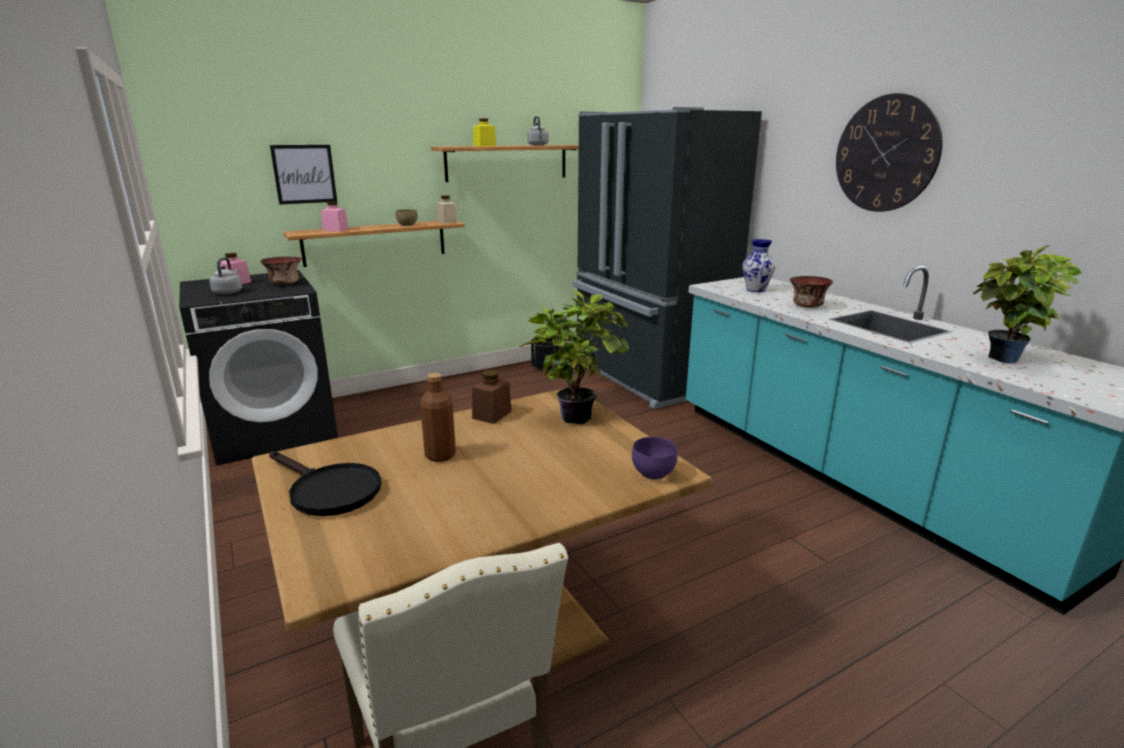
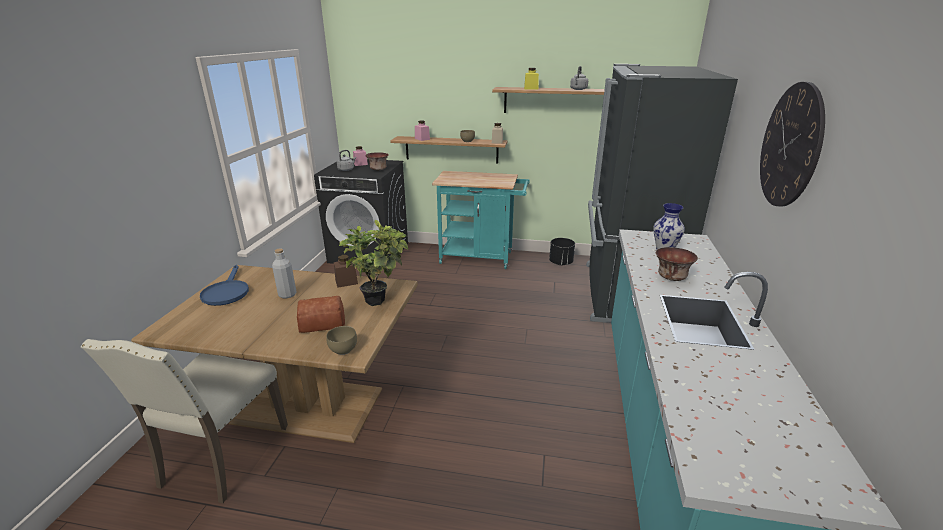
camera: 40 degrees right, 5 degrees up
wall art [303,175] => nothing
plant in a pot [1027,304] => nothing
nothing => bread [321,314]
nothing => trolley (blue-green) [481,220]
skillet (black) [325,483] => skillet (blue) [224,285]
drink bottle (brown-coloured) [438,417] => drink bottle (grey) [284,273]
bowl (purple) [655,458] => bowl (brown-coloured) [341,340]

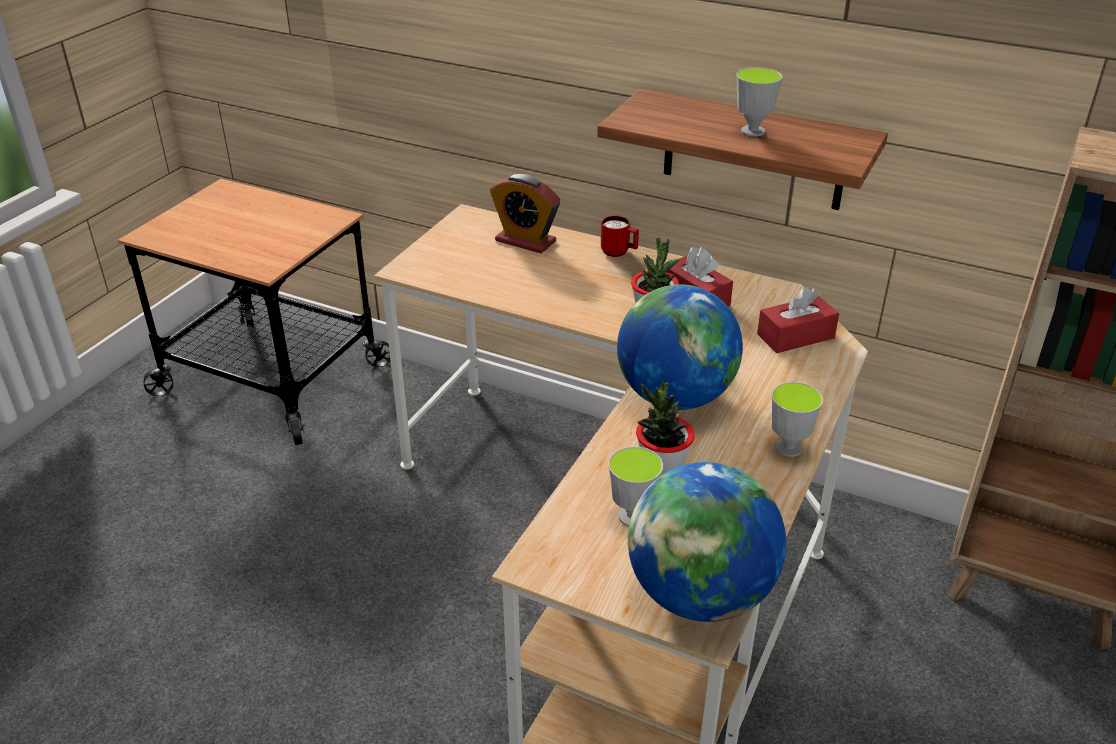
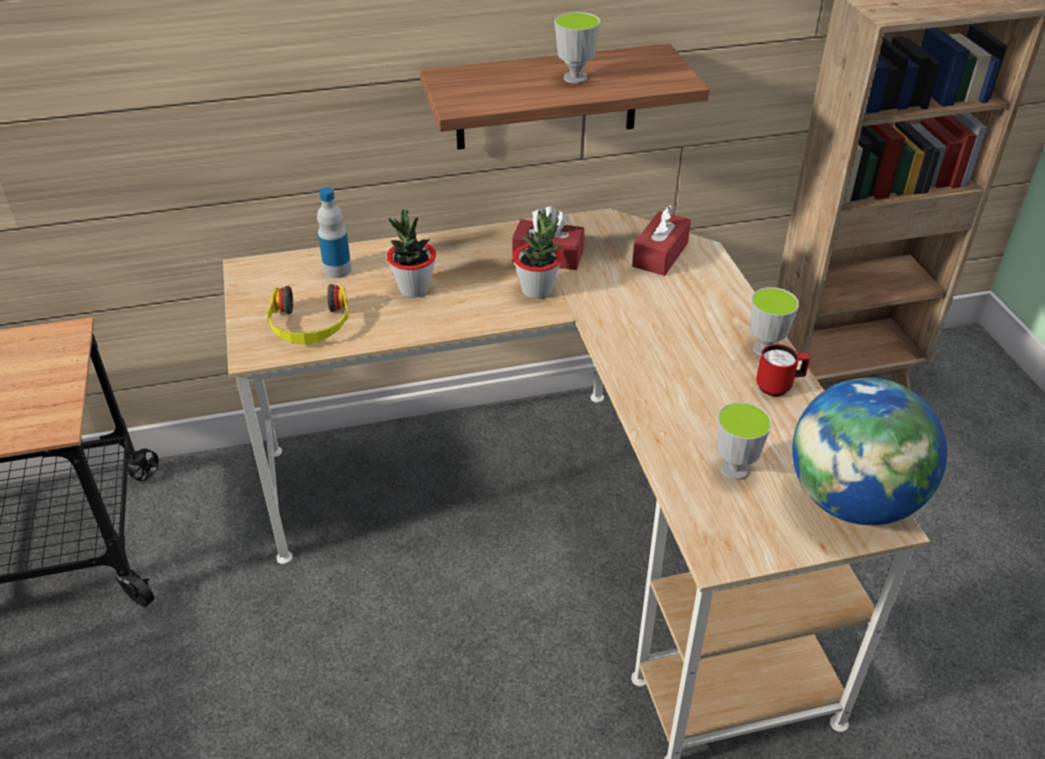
camera: 40 degrees left, 5 degrees up
desk globe [680,347] => nothing
nothing => headset [308,314]
coffee mug (red) [620,236] => coffee mug (red) [783,370], shifted
plant in a pot [665,428] => plant in a pot [411,253], shifted
table clock [525,214] => drink bottle [334,232]

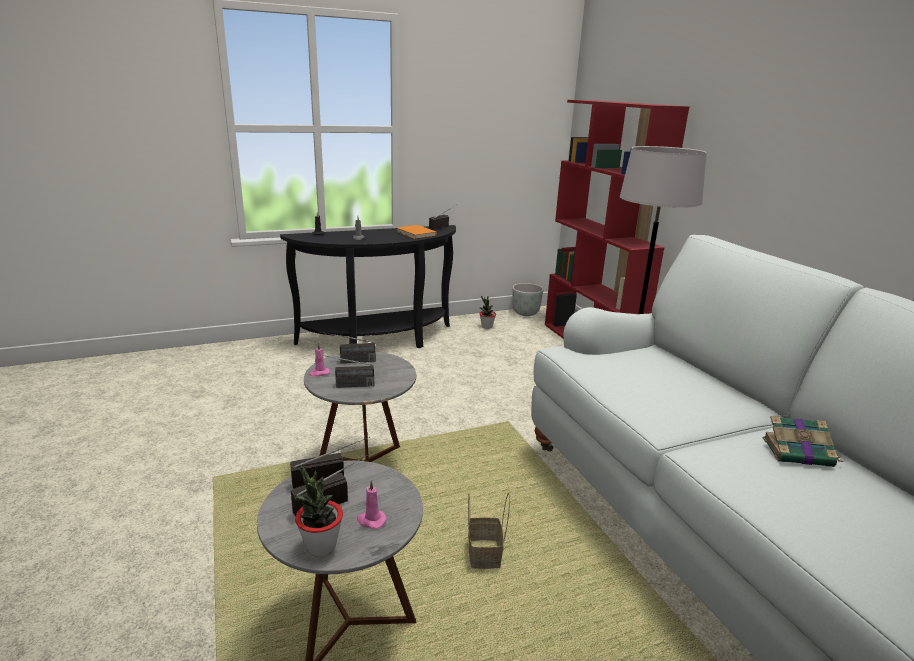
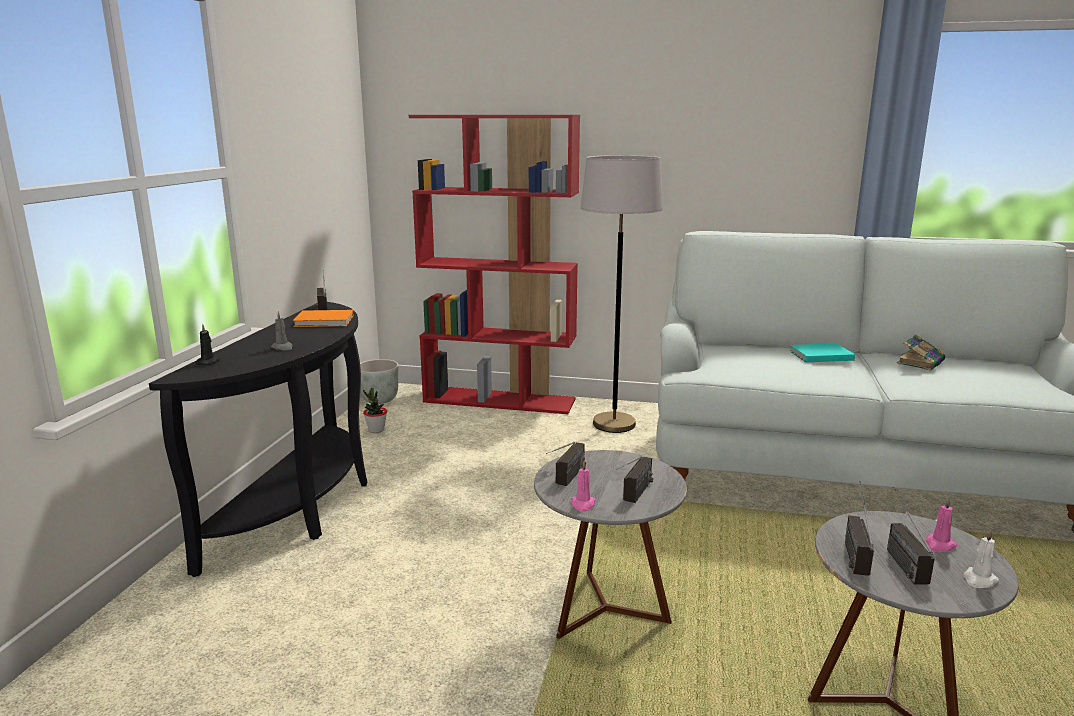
camera: 55 degrees left, 5 degrees down
household basket [489,531] => nothing
nothing => bound book (blue-green) [822,352]
plant in a pot [319,511] => wax light (white) [981,558]

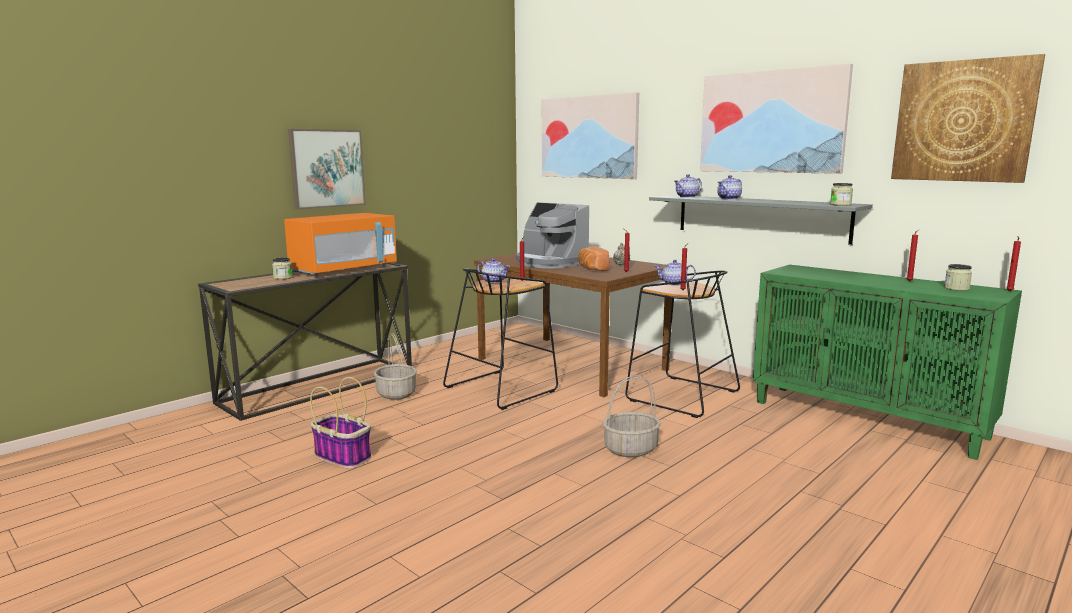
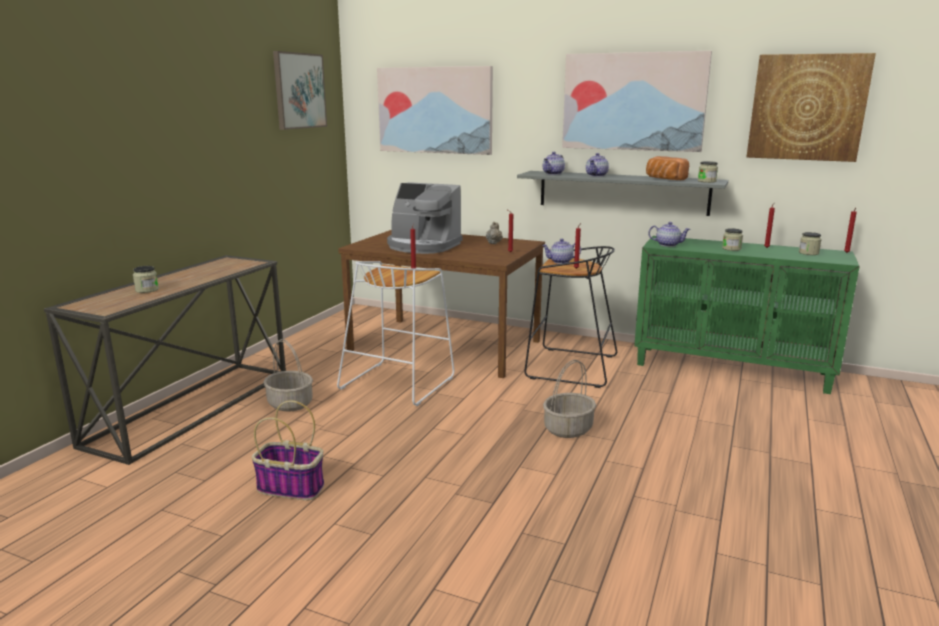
camera: 20 degrees left, 5 degrees up
microwave (orange) [340,245] => nothing
nothing => jar [732,239]
wall art [327,169] => wall art [300,90], shifted
teapot [493,270] => teapot [669,234], shifted
bread [594,258] => bread [667,168], shifted
sitting stool (black) [500,339] => sitting stool (white) [395,333]

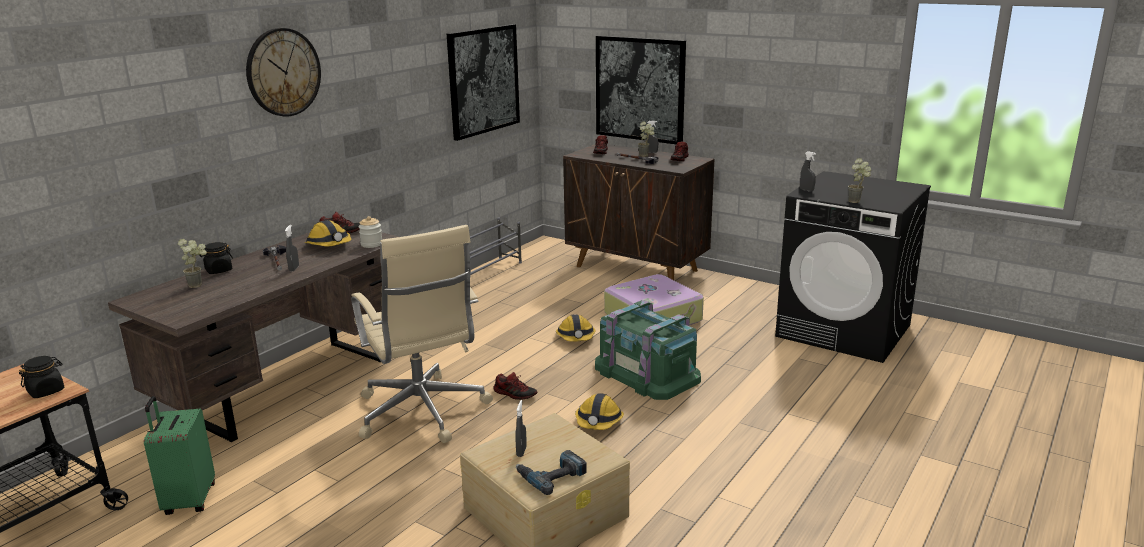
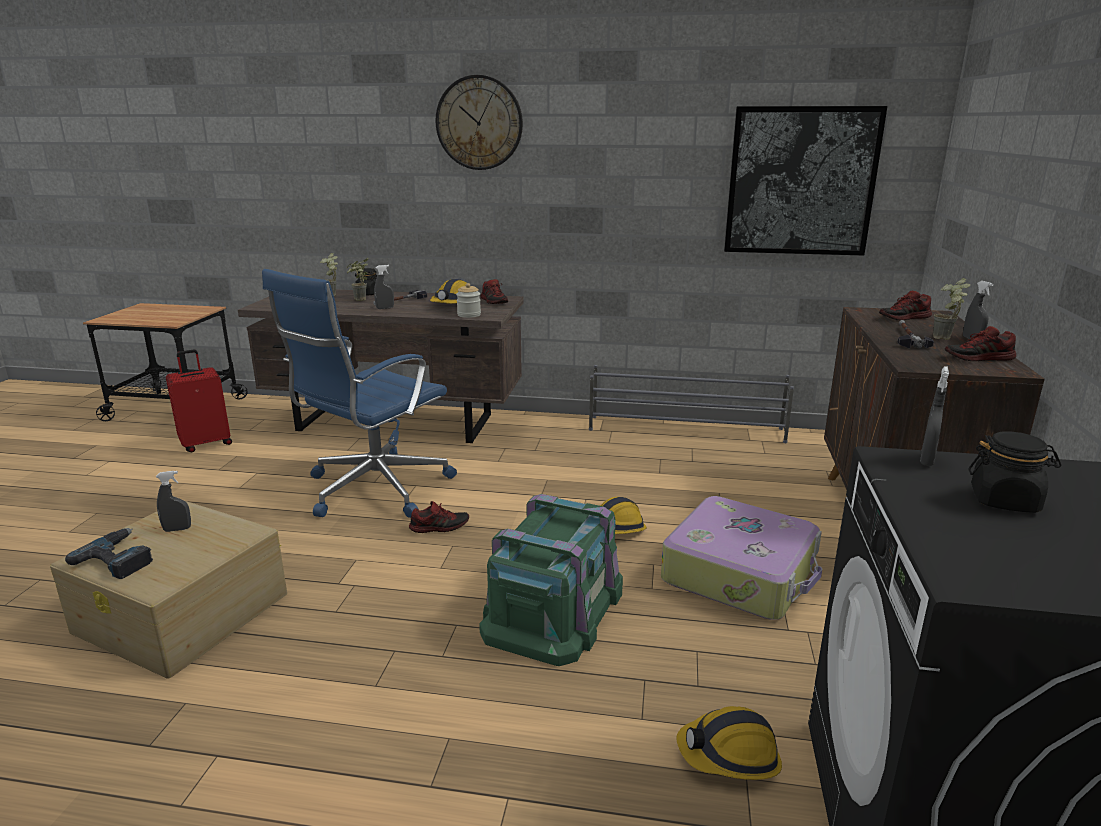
camera: 65 degrees right, 0 degrees up
wall art [641,90] => nothing
jar (black) [41,377] => jar (black) [1014,472], shifted
hard hat [599,411] => hard hat [729,743], shifted
plant in a pot [859,180] => plant in a pot [357,279], shifted
piece of luggage (greenish) [179,455] => piece of luggage (red) [199,401]
computer chair (beige) [422,334] => computer chair (blue) [359,393]
low shoe [515,386] => low shoe [439,517], 105 degrees counterclockwise

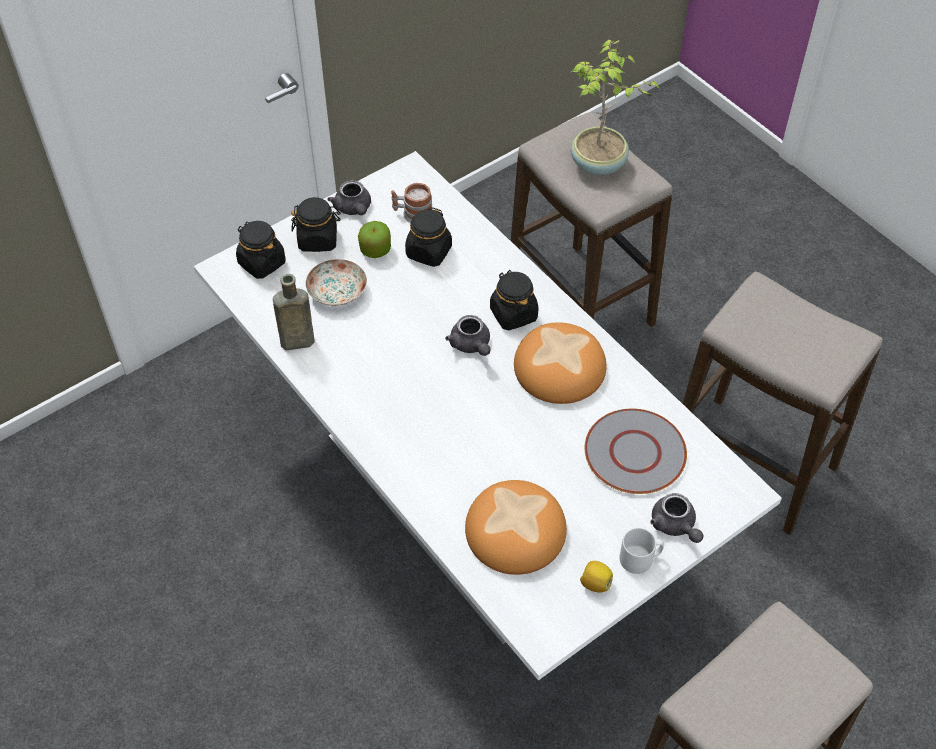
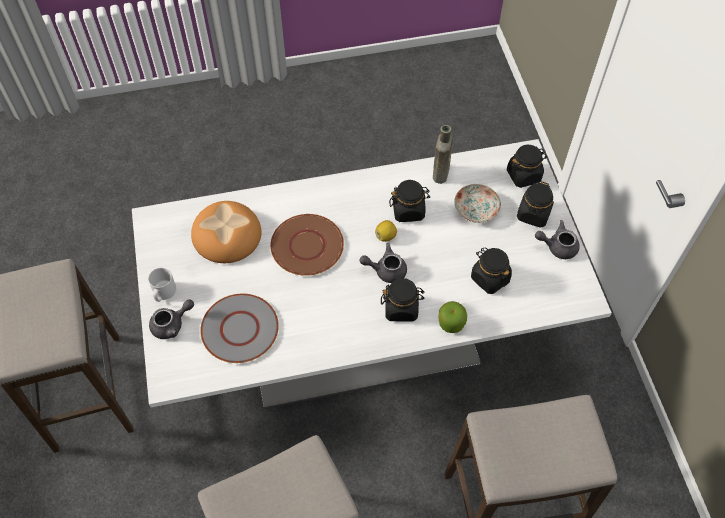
camera: 115 degrees right, 5 degrees up
coffee mug [411,203] => nothing
bread [560,363] => nothing
plant in a pot [616,108] => nothing
nothing => plate (brown-coloured) [307,245]
nothing => jar (black) [409,201]
apple [374,239] => apple [452,317], shifted
lemon [596,577] => lemon [386,231], shifted
teapot (grey) [677,518] => teapot (grey) [171,319], 150 degrees clockwise

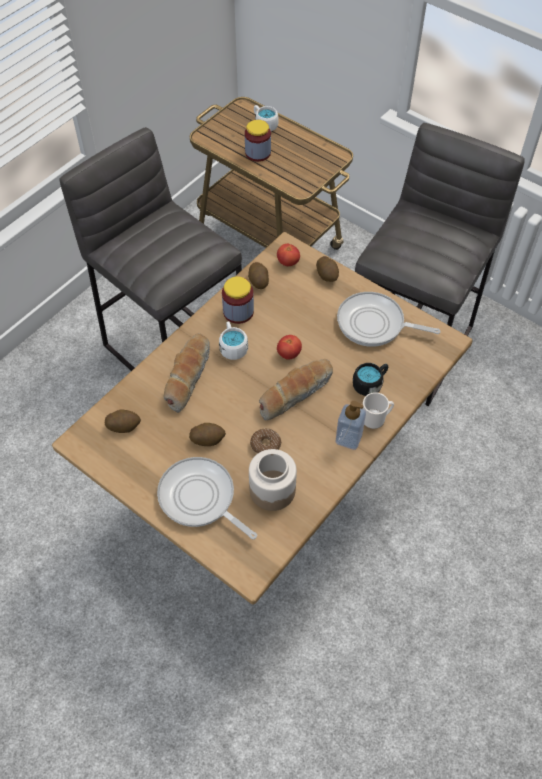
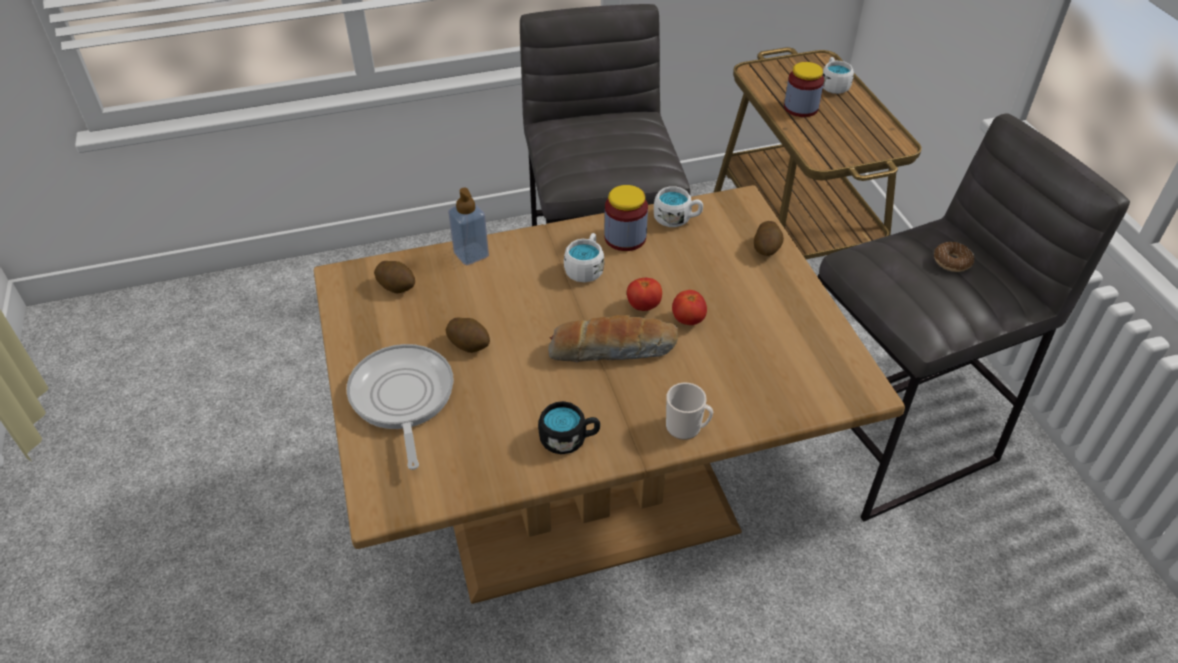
camera: 35 degrees right, 10 degrees down
bread [186,373] => nothing
jar [273,480] => nothing
skillet [389,319] => nothing
doughnut [266,441] => doughnut [954,257], shifted
tomato [288,255] => tomato [689,307], shifted
soap bottle [351,425] => soap bottle [468,227], shifted
coffee mug (black) [370,379] => coffee mug (black) [569,427], shifted
whole potato [258,275] => coffee mug (white) [678,206]

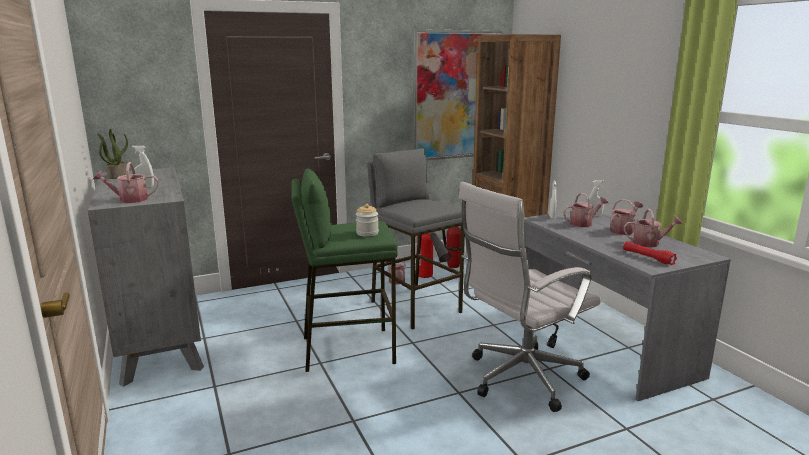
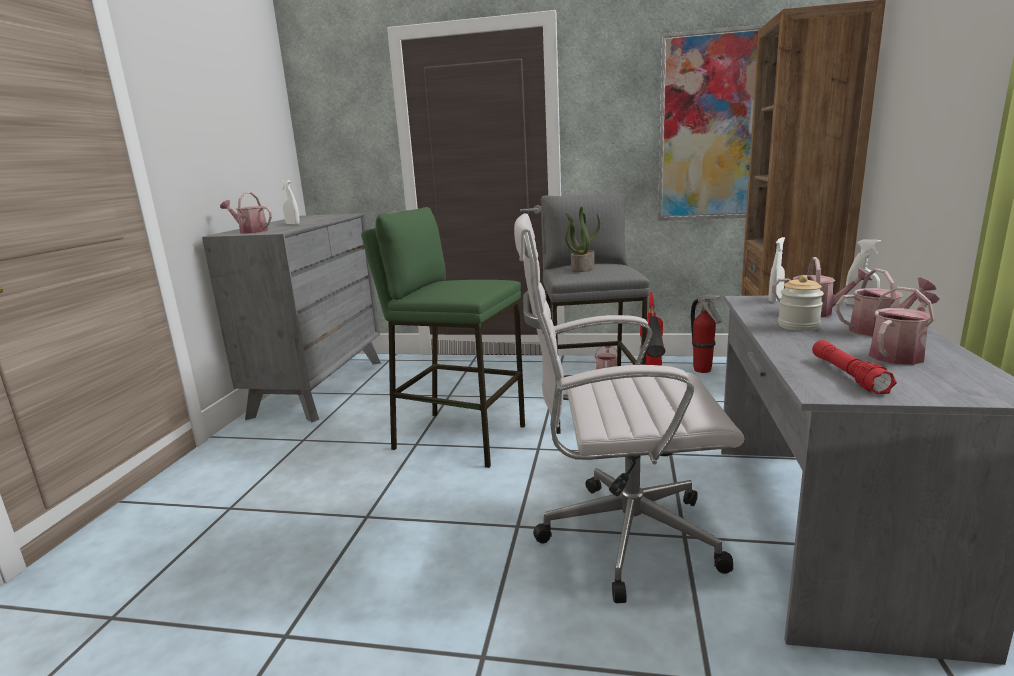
camera: 35 degrees right, 0 degrees up
plant in a pot [112,154] => plant in a pot [582,239], shifted
jar [367,220] => jar [801,303], shifted
watering pot [653,228] => watering pot [904,326], 75 degrees counterclockwise

